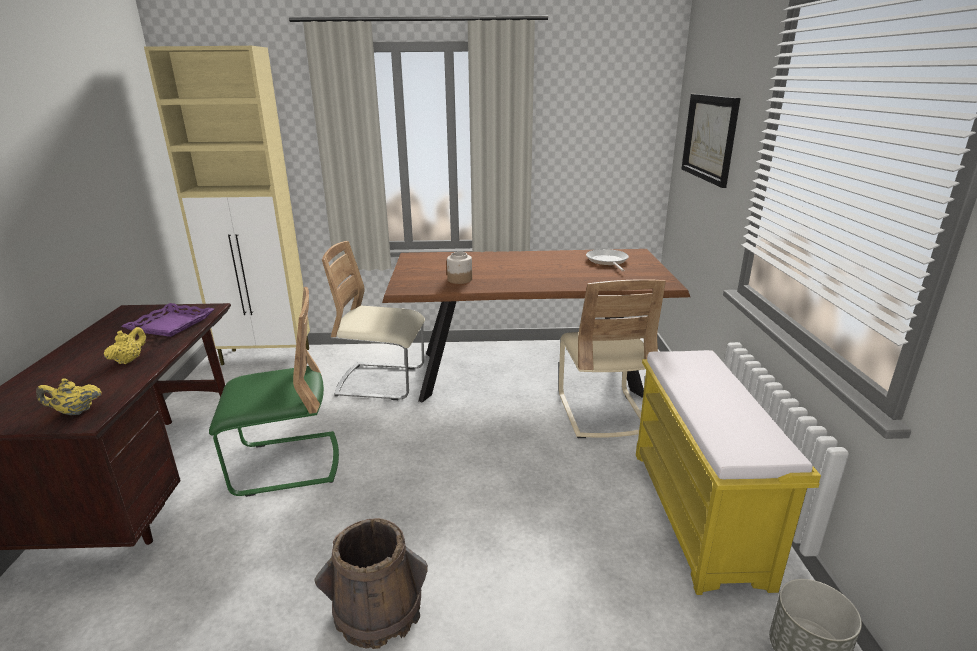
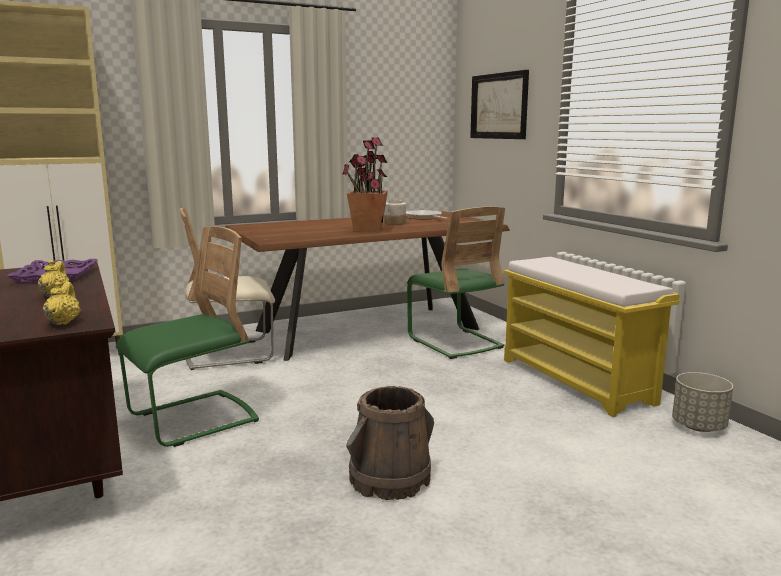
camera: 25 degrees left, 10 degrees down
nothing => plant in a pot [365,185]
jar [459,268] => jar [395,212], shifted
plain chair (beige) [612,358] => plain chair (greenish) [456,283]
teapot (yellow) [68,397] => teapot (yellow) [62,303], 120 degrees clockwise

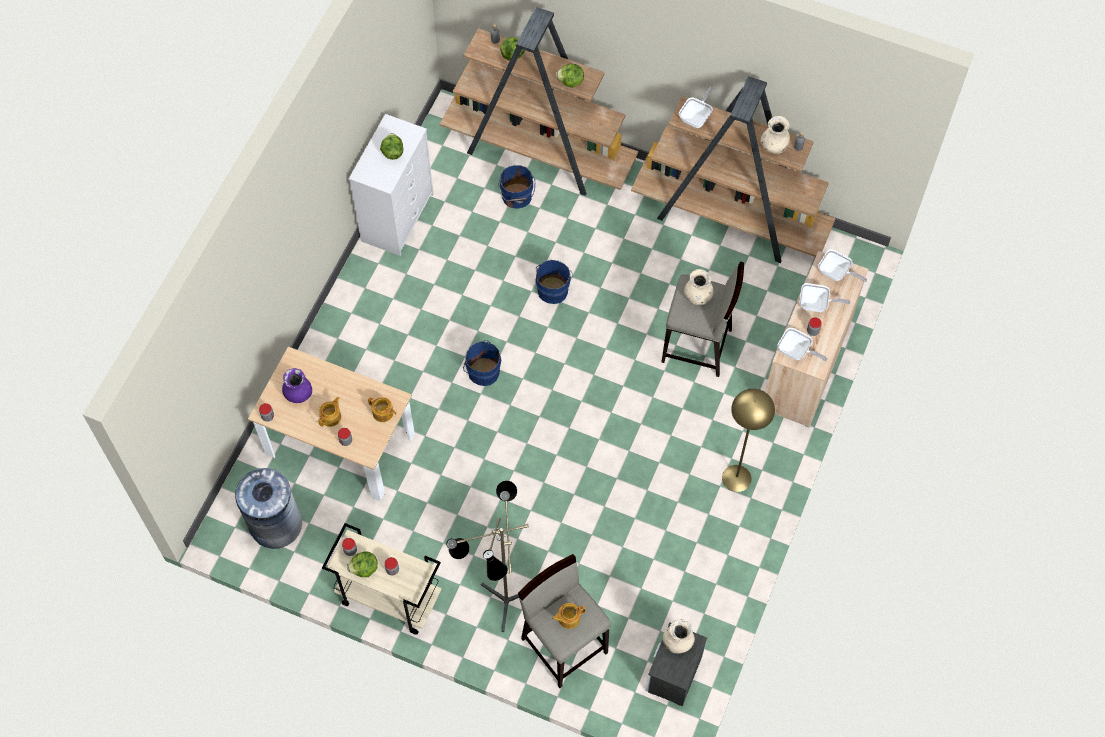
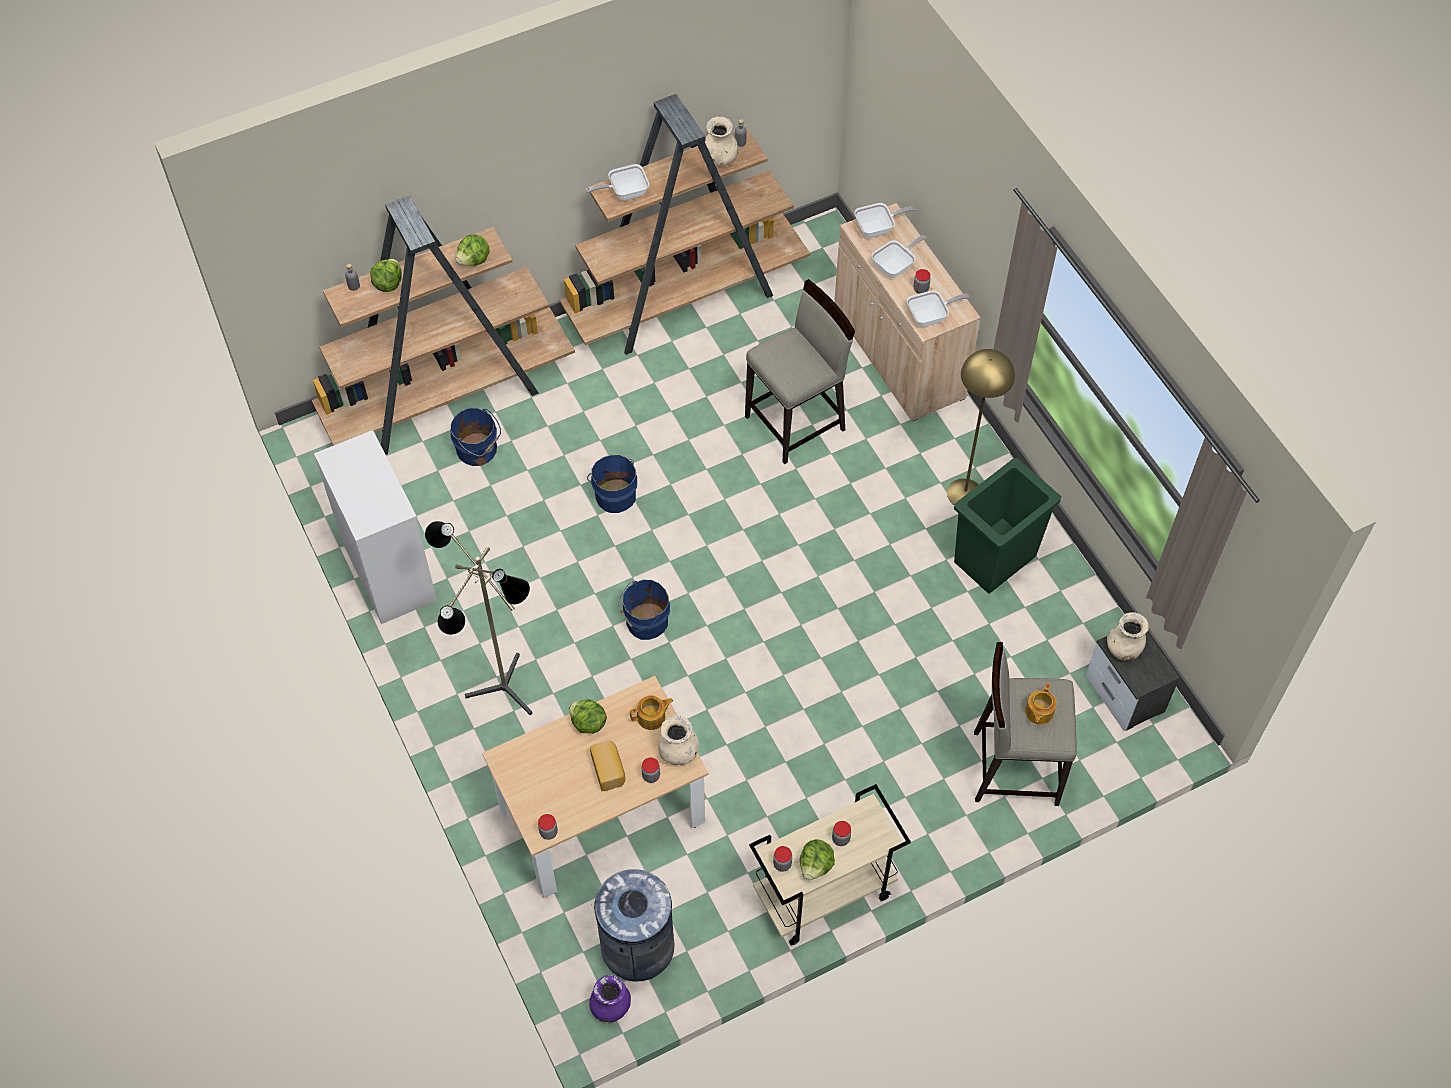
camera: 50 degrees left, 5 degrees down
nothing => trash can (greenish) [1007,526]
decorative vase (purple) [297,385] => decorative vase (purple) [610,999], shifted
head of lettuce [391,146] => head of lettuce [588,717], shifted
standing lamp [487,556] => standing lamp [478,618], shifted
decorative vase (beige) [699,287] => decorative vase (beige) [678,740], shifted
teapot [329,412] => bread [607,766]
skillet [696,107] => skillet [617,182], 90 degrees counterclockwise

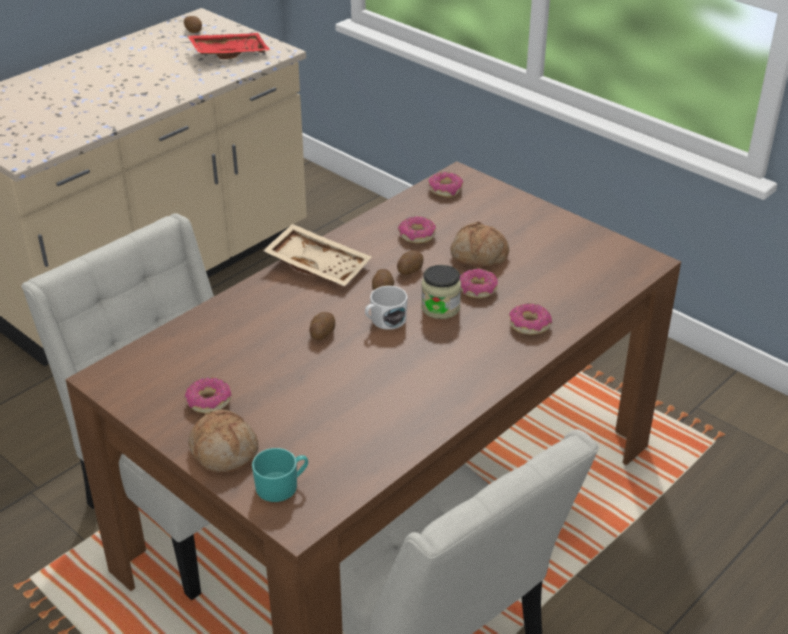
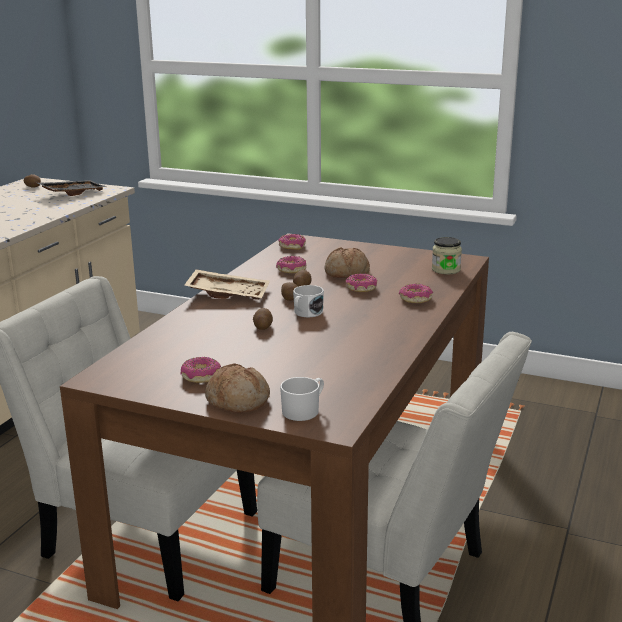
camera: 20 degrees left, 15 degrees down
jar [441,292] => jar [447,255], shifted
serving tray (red) [229,46] => serving tray (black) [72,188]
coffee mug (blue-green) [280,475] => coffee mug (white) [302,399]

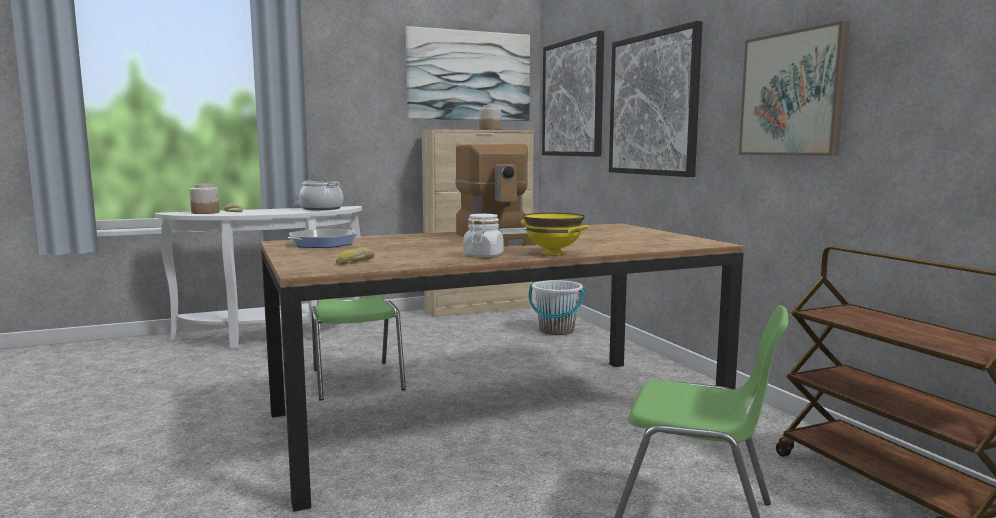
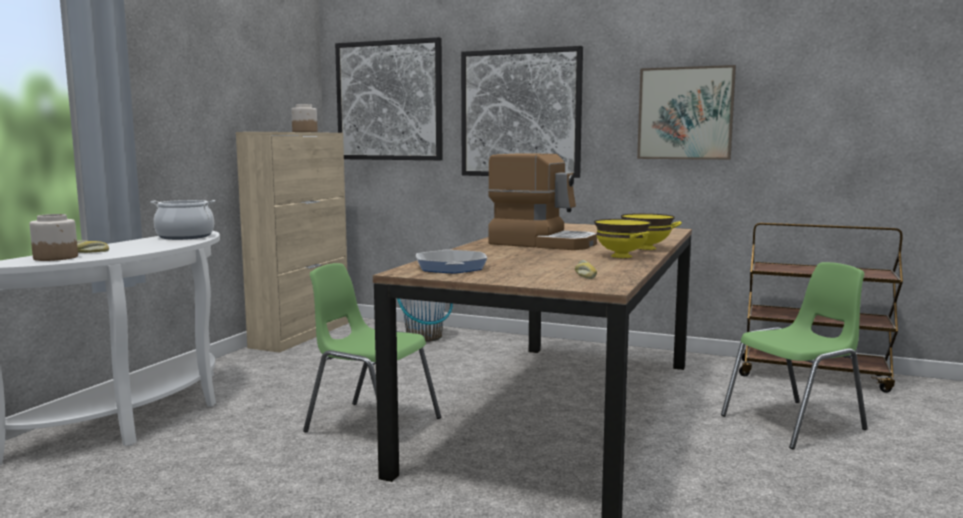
camera: 45 degrees left, 0 degrees up
wall art [468,73] => nothing
jar (white) [483,235] => bowl (yellow) [622,238]

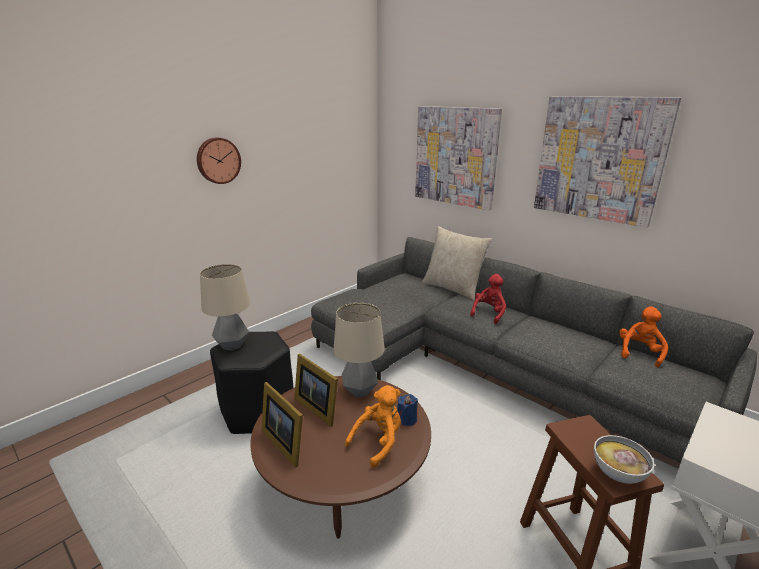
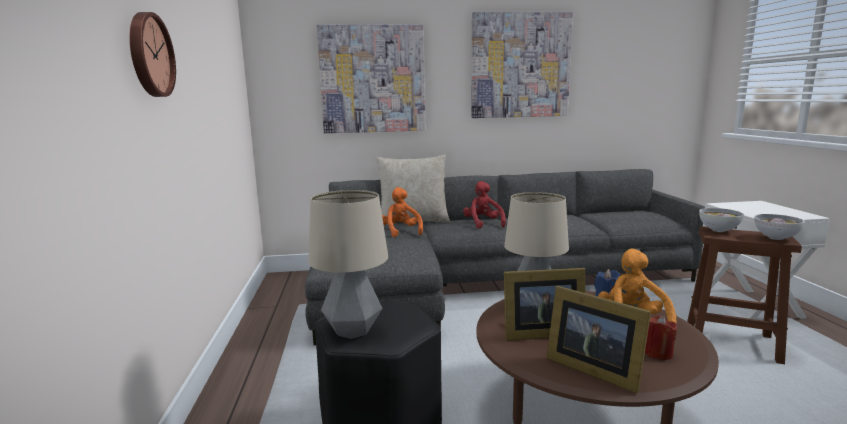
camera: 50 degrees left, 10 degrees down
nothing => wax light (red) [661,337]
nothing => bowl [721,220]
plush toy (orange) [643,336] => plush toy (orange) [402,212], shifted
photo frame [282,424] => photo frame [598,340], 45 degrees clockwise

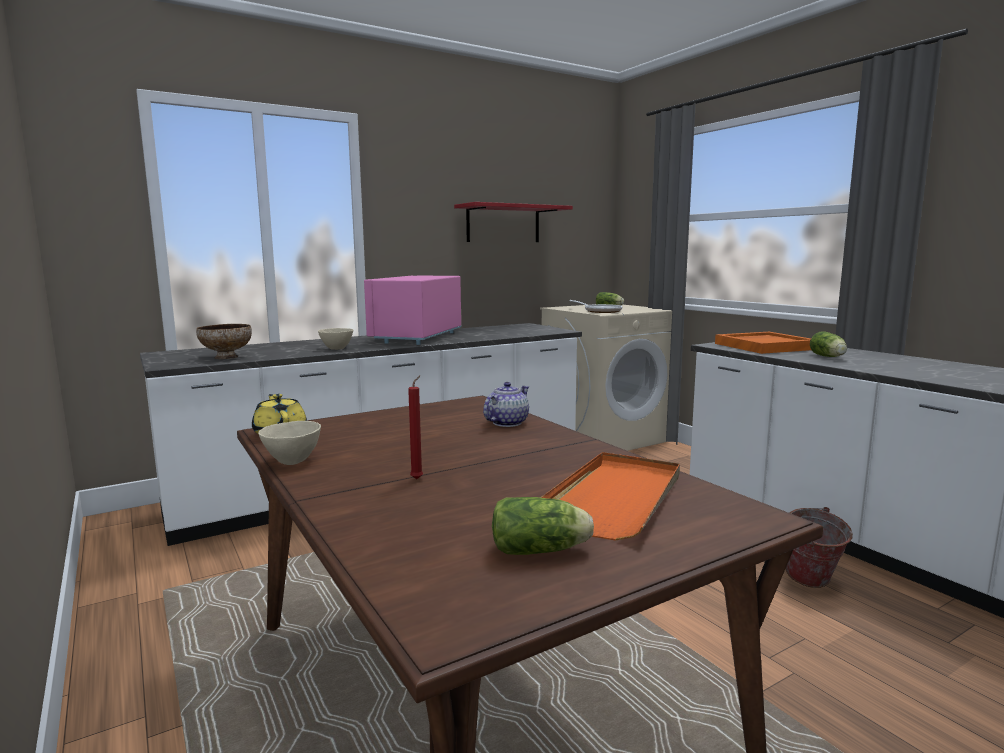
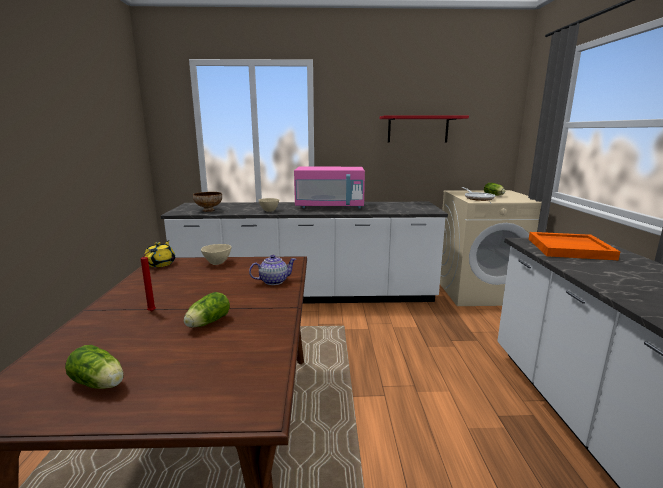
camera: 30 degrees right, 5 degrees up
serving tray (orange) [610,496] => nothing
water bucket [819,547] => nothing
bowl (beige) [289,443] => bowl (beige) [216,254], shifted
head of lettuce [828,344] => head of lettuce [207,310], shifted
microwave (pinkish) [412,310] => microwave (pinkish) [329,188], 135 degrees counterclockwise

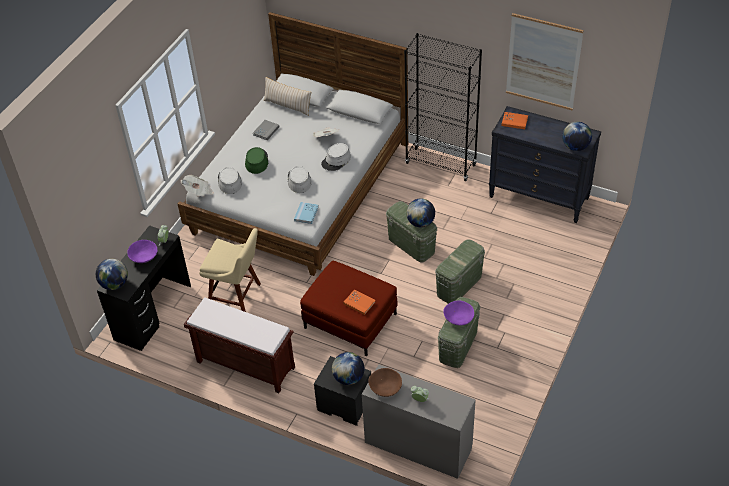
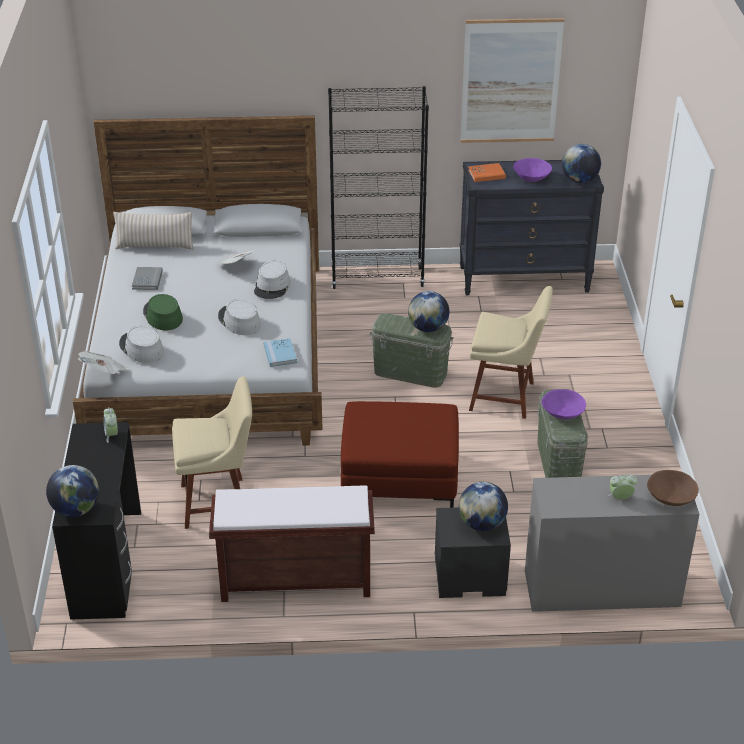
camera: 30 degrees left, 10 degrees down
bound book (orange) [359,302] => nothing
bowl (purple) [142,251] => bowl (purple) [532,170], shifted
bowl (brown-coloured) [385,382] => bowl (brown-coloured) [673,488], shifted
storage box (greenish) [460,271] => plain chair (beige) [511,352]

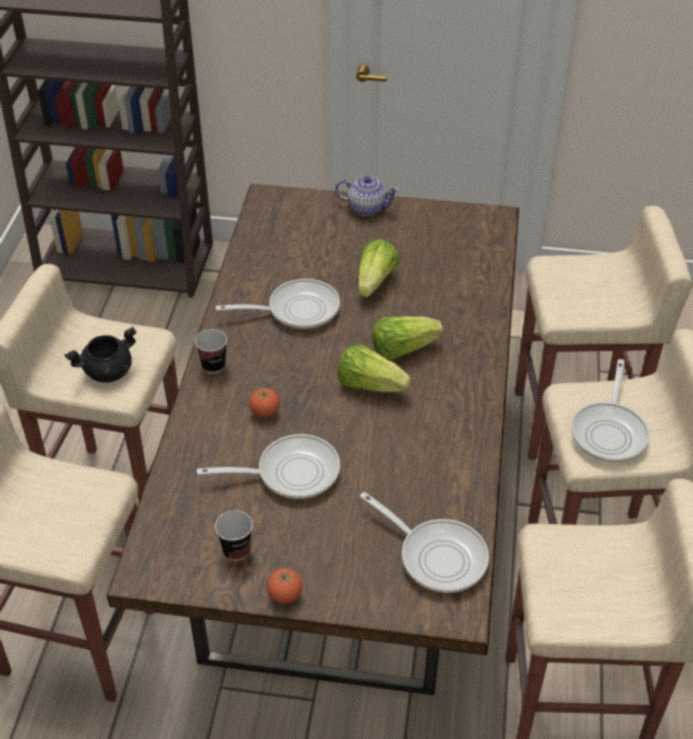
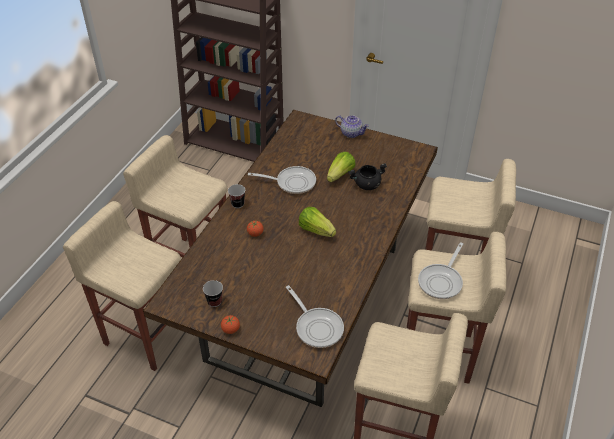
camera: 15 degrees right, 0 degrees up
skillet [268,466] => nothing
head of lettuce [407,338] => nothing
stockpot (black) [100,354] => stockpot (black) [367,176], shifted

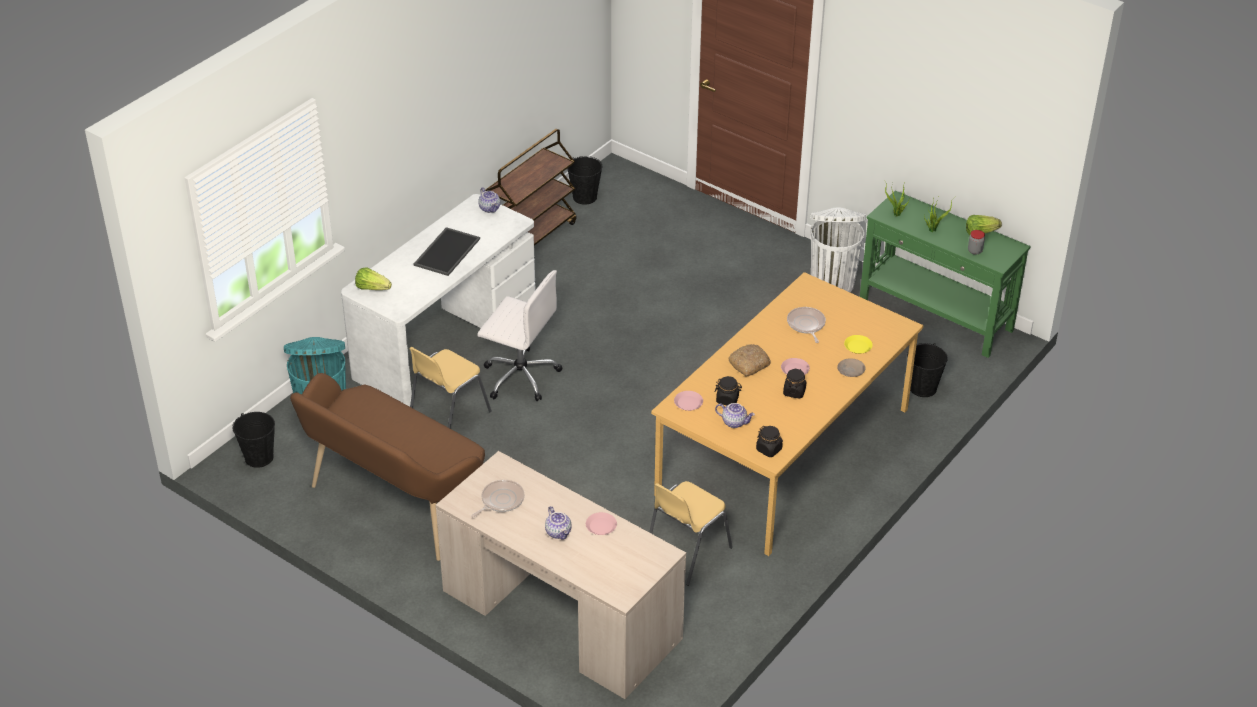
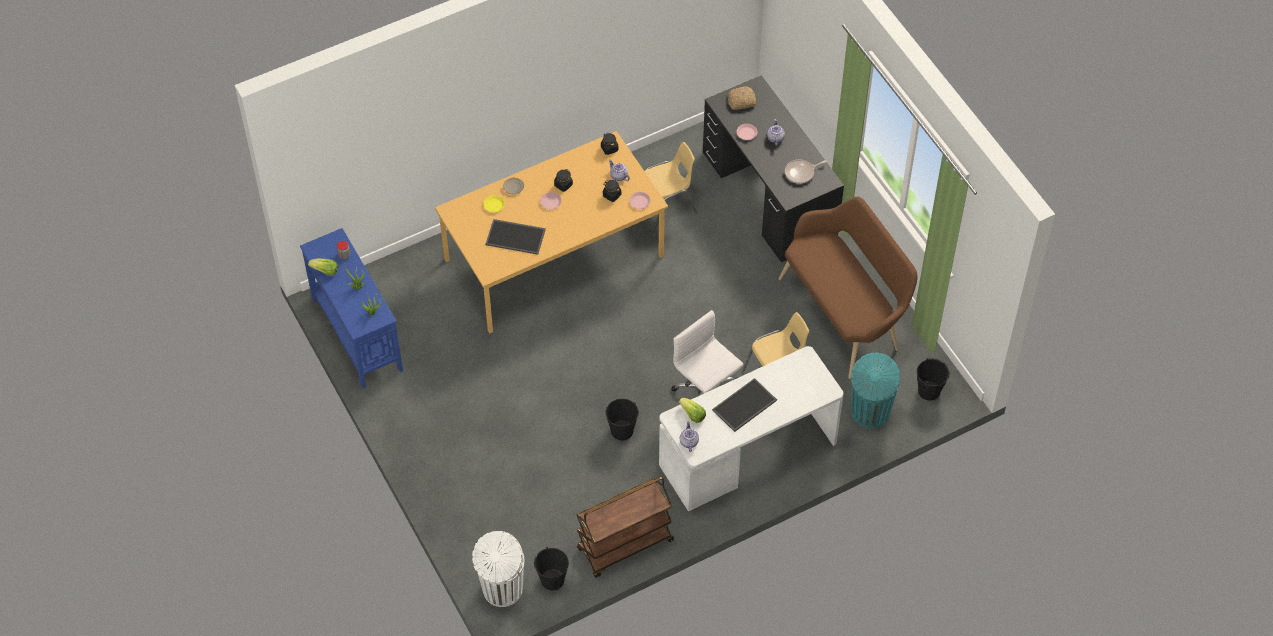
camera: 155 degrees left, 15 degrees up
head of lettuce [373,279] => head of lettuce [692,410], shifted
bread [749,360] => bread [742,98], shifted
trash can (white) [838,249] => trash can (white) [498,569], shifted
water bucket (black) [927,370] => water bucket (black) [622,419], shifted
skillet [806,325] => serving tray [516,237]
desk table (beige) [561,575] => desk table (black) [773,168]
console table (greenish) [945,274] => console table (blue) [351,308]

